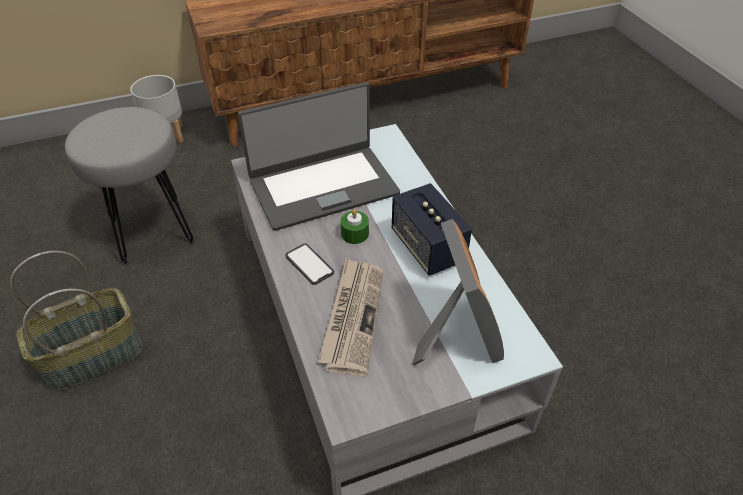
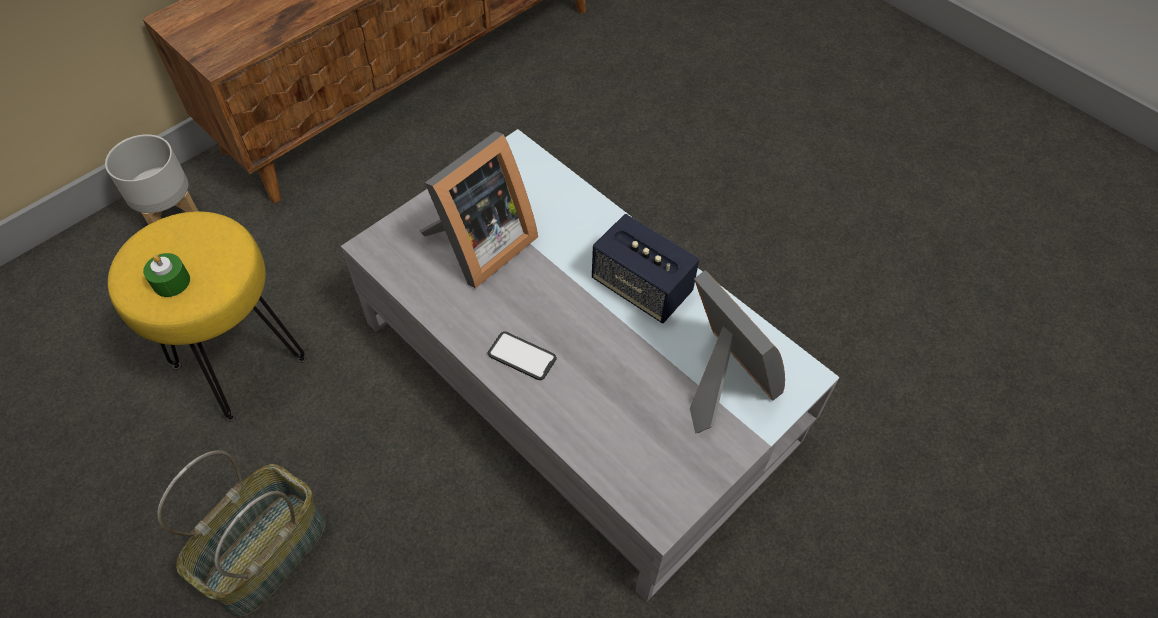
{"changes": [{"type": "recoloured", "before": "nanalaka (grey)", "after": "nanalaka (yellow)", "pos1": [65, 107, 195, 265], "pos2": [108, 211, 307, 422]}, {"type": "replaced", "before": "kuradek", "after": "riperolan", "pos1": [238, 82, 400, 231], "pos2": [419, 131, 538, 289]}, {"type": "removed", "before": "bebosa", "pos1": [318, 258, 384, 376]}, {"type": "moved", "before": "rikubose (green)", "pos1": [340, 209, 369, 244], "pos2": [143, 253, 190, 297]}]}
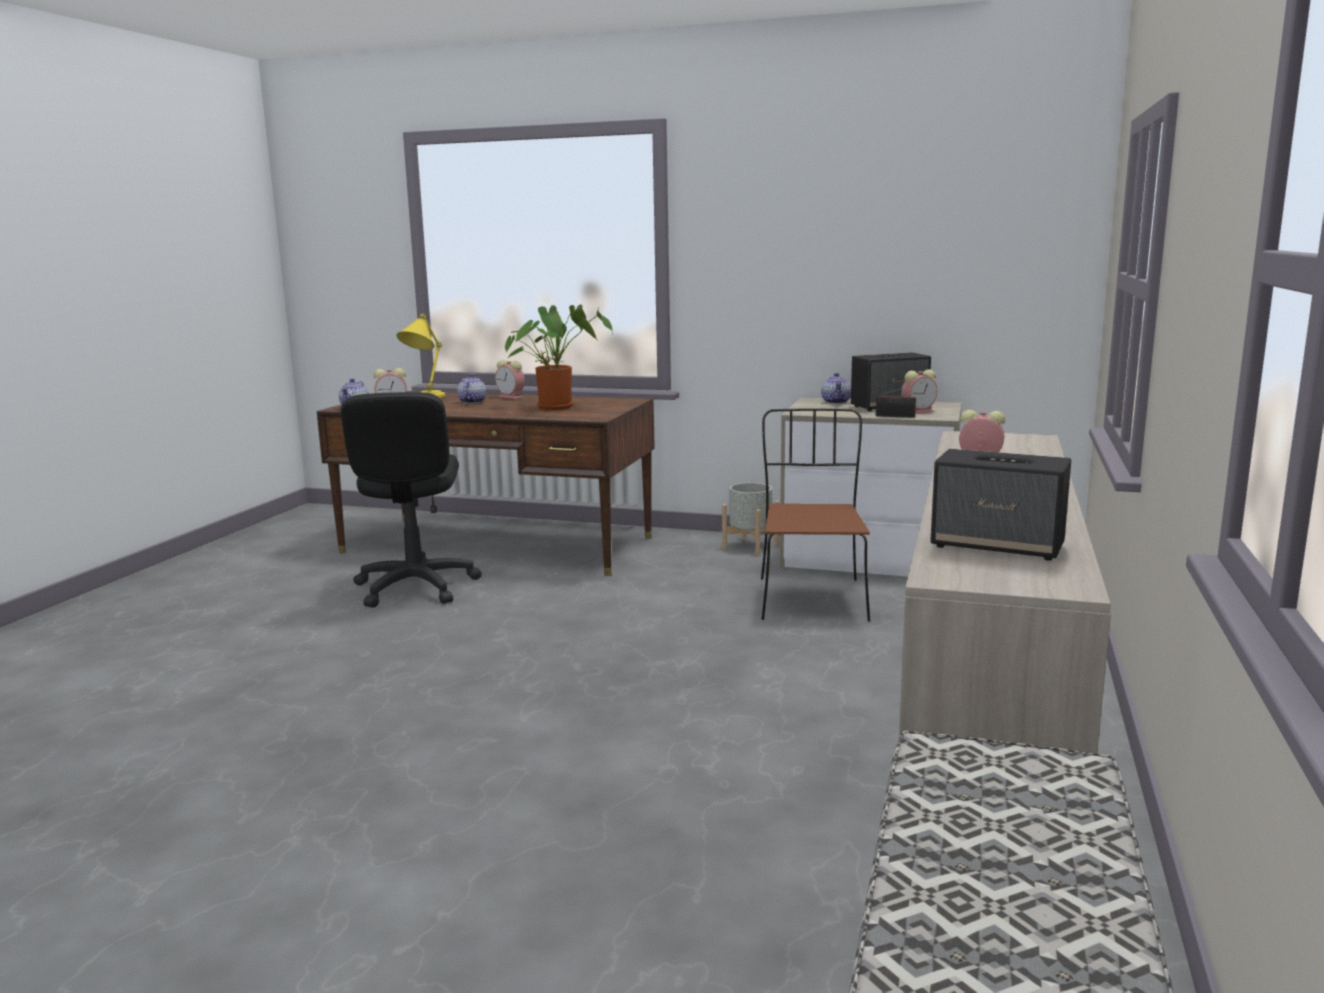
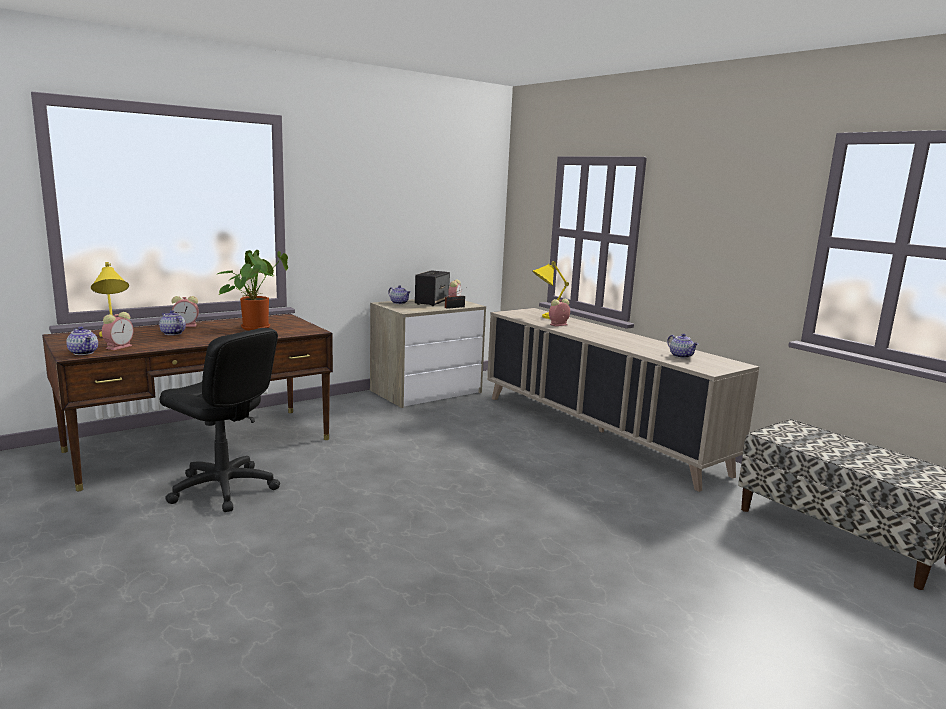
{"changes": [{"type": "removed", "before": "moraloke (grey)", "pos1": [722, 483, 779, 555]}, {"type": "removed", "before": "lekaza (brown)", "pos1": [761, 408, 870, 621]}, {"type": "replaced", "before": "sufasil", "after": "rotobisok", "pos1": [930, 449, 1071, 561], "pos2": [667, 334, 698, 358]}, {"type": "added", "after": "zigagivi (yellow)", "pos2": [532, 261, 569, 319]}]}
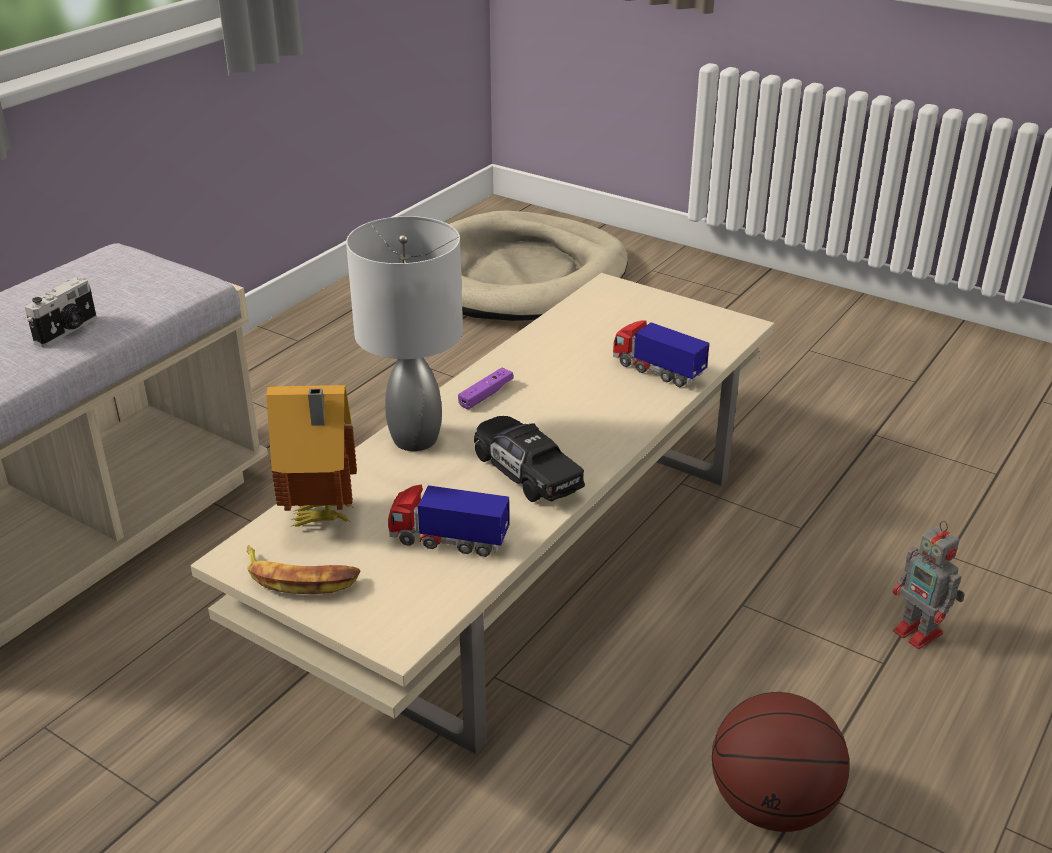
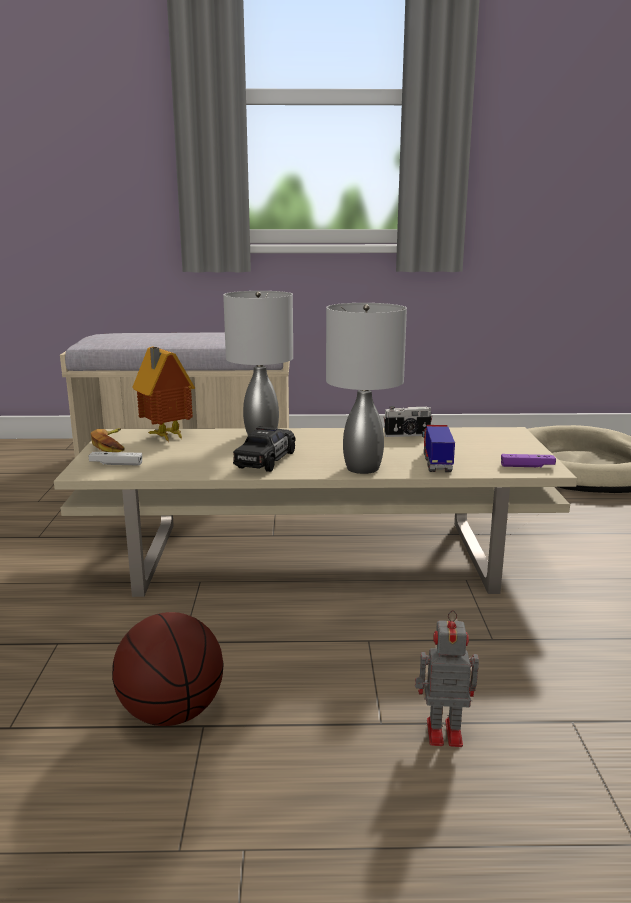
{"changes": [{"type": "moved", "before": "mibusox", "pos1": [25, 277, 97, 347], "pos2": [383, 406, 433, 437]}, {"type": "removed", "before": "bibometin", "pos1": [388, 484, 510, 557]}, {"type": "moved", "before": "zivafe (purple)", "pos1": [458, 368, 513, 409], "pos2": [501, 454, 556, 467]}, {"type": "turned", "before": "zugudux", "pos1": [893, 521, 965, 649], "pos2": [415, 610, 479, 747], "turn": 75}, {"type": "added", "after": "zivafe (white)", "pos2": [89, 452, 142, 466]}, {"type": "added", "after": "zigagivi (grey)", "pos2": [326, 303, 407, 474]}]}
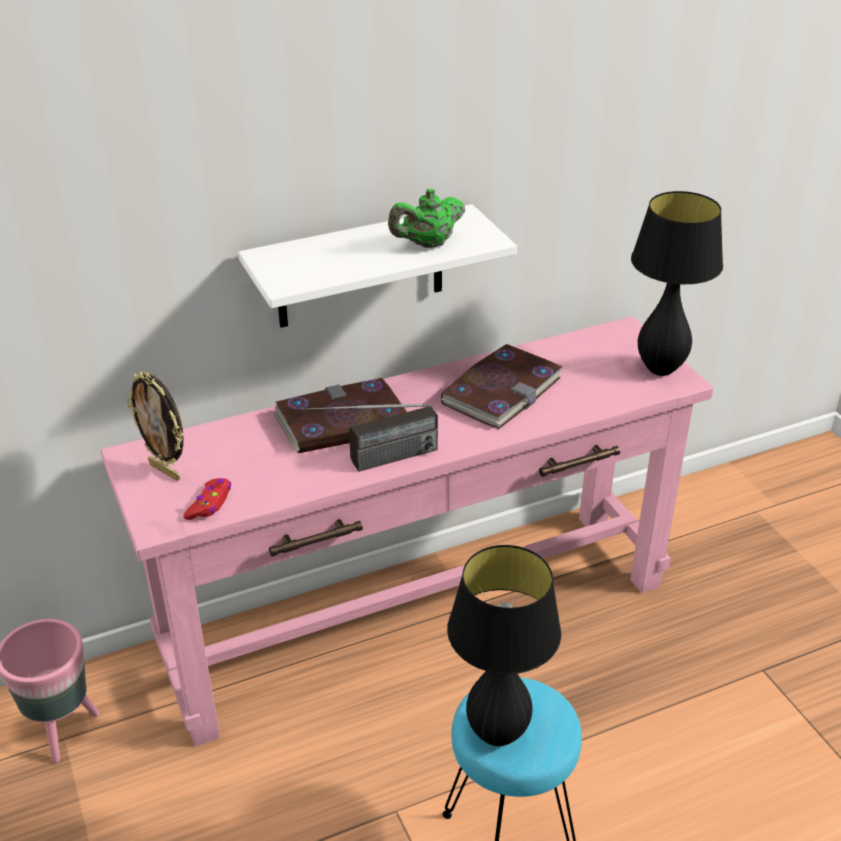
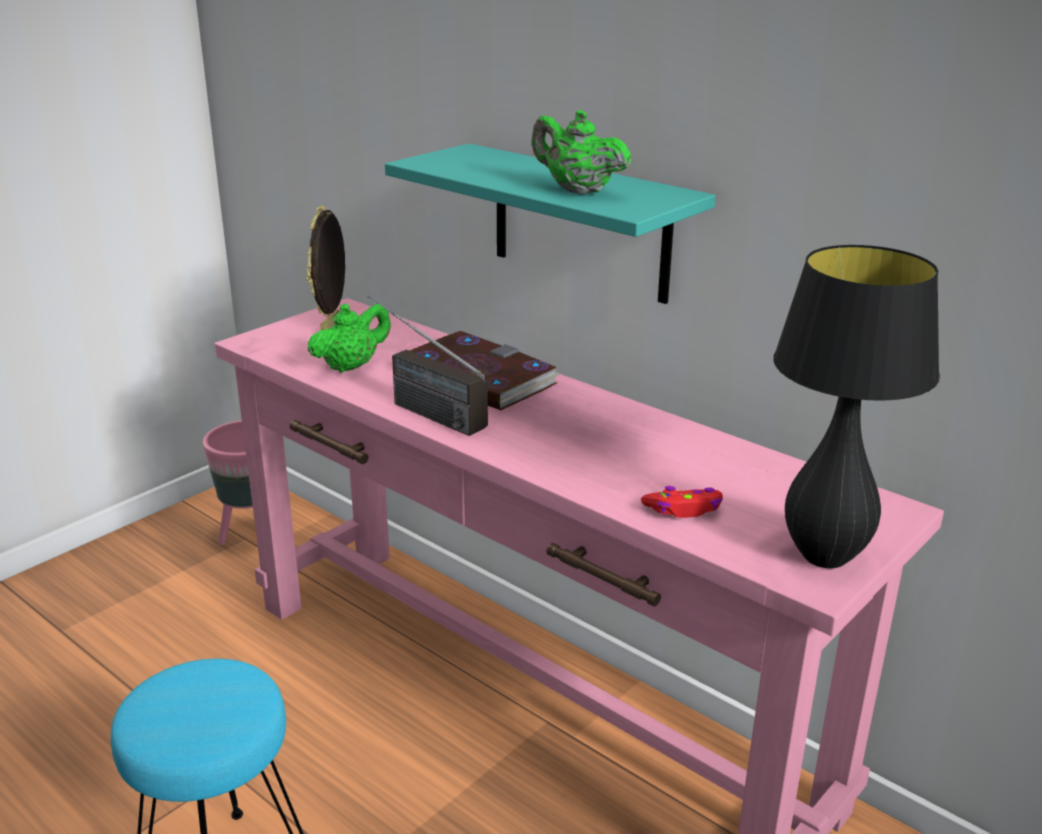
{"changes": [{"type": "moved", "before": "zivafe (red)", "pos1": [183, 478, 231, 520], "pos2": [641, 486, 723, 518]}, {"type": "recoloured", "before": "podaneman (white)", "after": "podaneman (turquoise)", "pos1": [238, 204, 517, 328], "pos2": [385, 143, 716, 304]}, {"type": "removed", "before": "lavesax", "pos1": [441, 344, 563, 429]}, {"type": "removed", "before": "zigagivi (black)", "pos1": [447, 545, 561, 746]}, {"type": "added", "after": "rotobisok (green)", "pos2": [308, 303, 391, 372]}]}
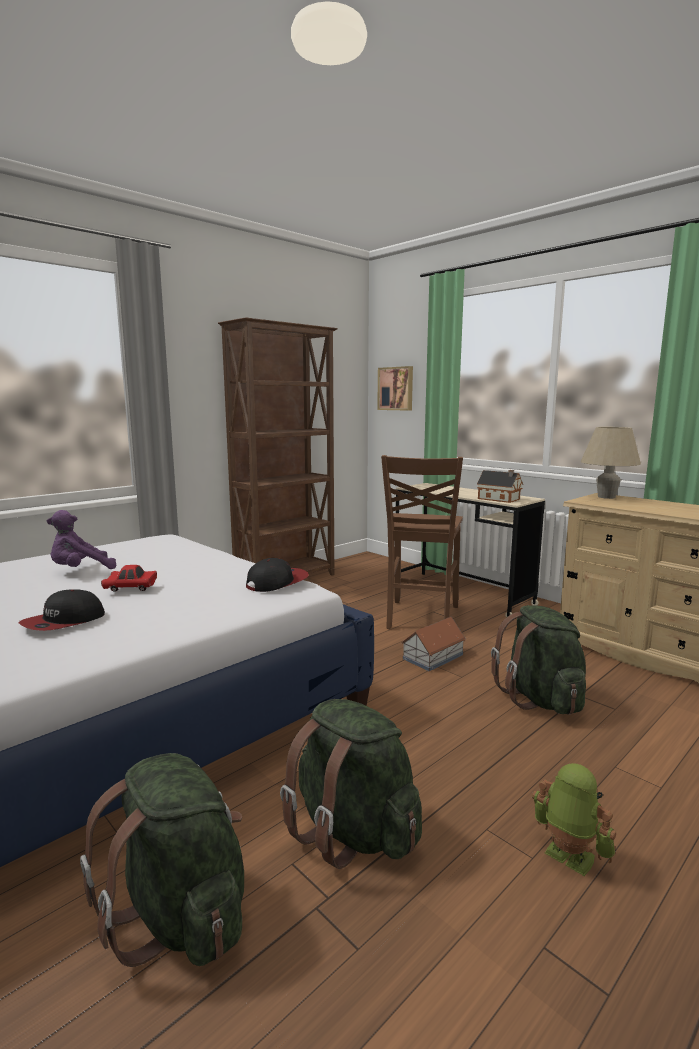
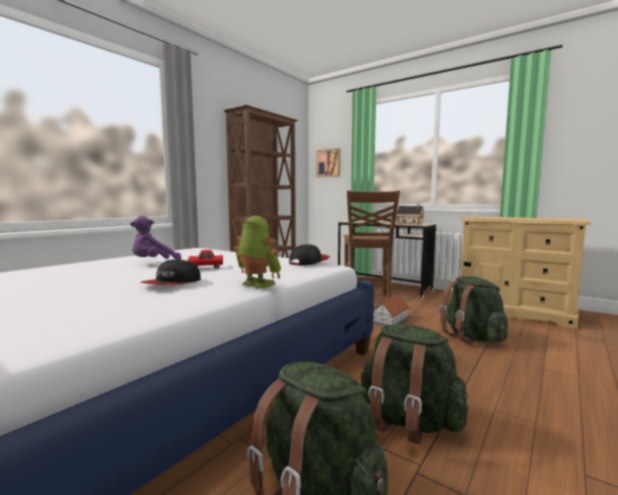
{"changes": [{"type": "moved", "before": "zugudux", "pos1": [532, 763, 616, 876], "pos2": [234, 216, 281, 289]}, {"type": "removed", "before": "zigagivi (beige)", "pos1": [581, 427, 641, 499]}]}
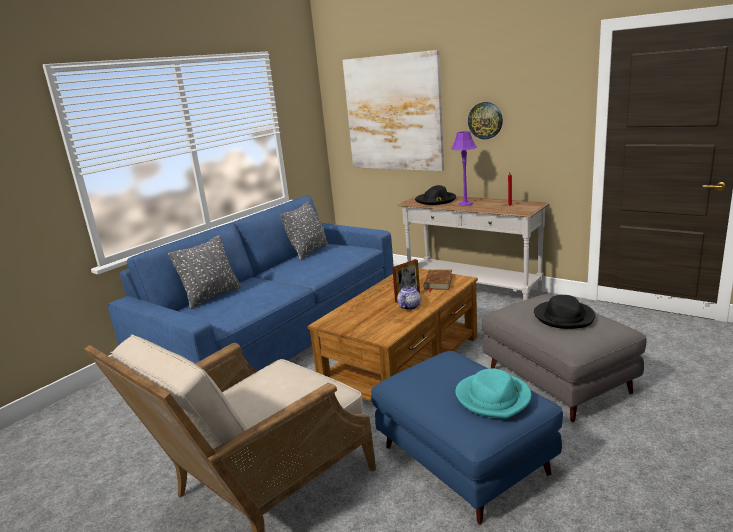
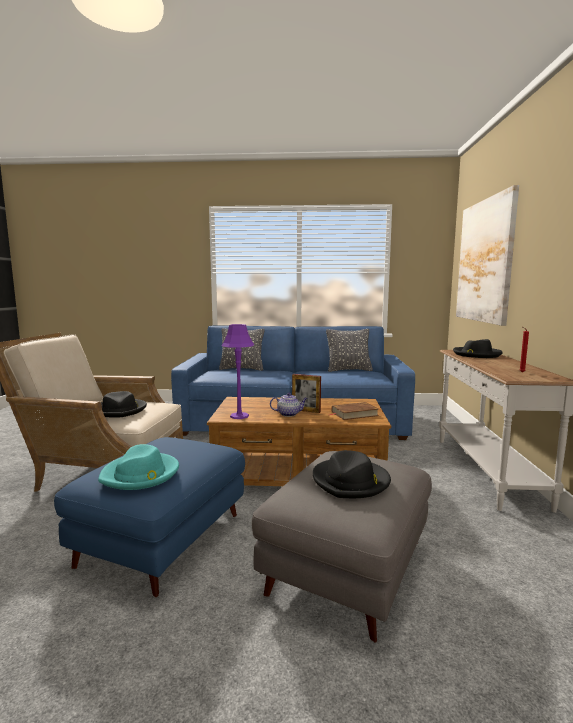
{"changes": [{"type": "moved", "before": "zigagivi (purple)", "pos1": [451, 131, 477, 206], "pos2": [221, 324, 255, 419]}, {"type": "removed", "before": "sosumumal", "pos1": [468, 102, 503, 139]}, {"type": "added", "after": "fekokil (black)", "pos2": [101, 391, 147, 417]}]}
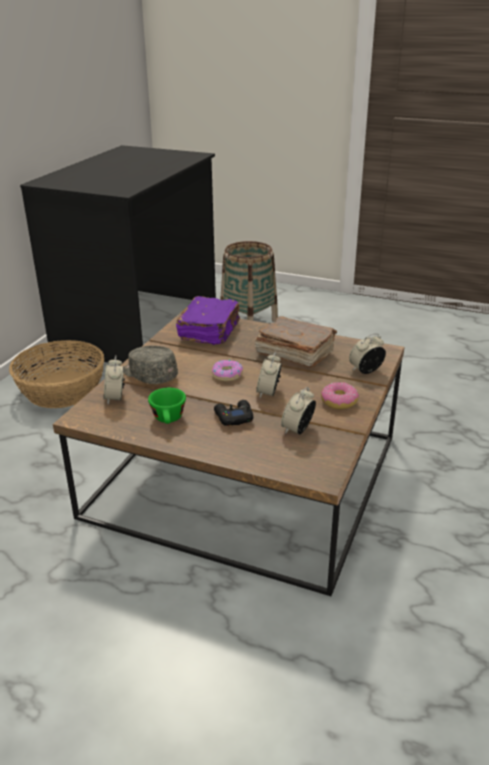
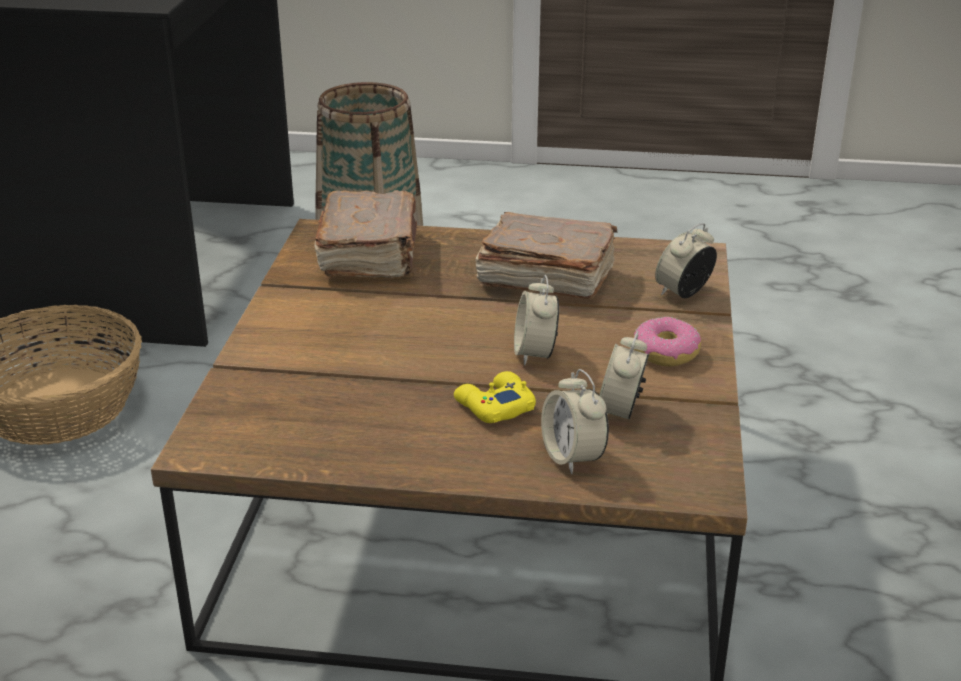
{"changes": [{"type": "moved", "before": "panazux", "pos1": [103, 355, 125, 405], "pos2": [541, 369, 609, 474]}, {"type": "removed", "before": "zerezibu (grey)", "pos1": [124, 346, 178, 384]}, {"type": "removed", "before": "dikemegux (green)", "pos1": [148, 388, 186, 424]}, {"type": "recoloured", "before": "lavesax (purple)", "after": "lavesax (brown)", "pos1": [176, 296, 240, 345], "pos2": [315, 190, 417, 279]}, {"type": "removed", "before": "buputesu", "pos1": [212, 360, 243, 382]}, {"type": "recoloured", "before": "zivafe (black)", "after": "zivafe (yellow)", "pos1": [214, 400, 253, 426], "pos2": [454, 371, 536, 423]}]}
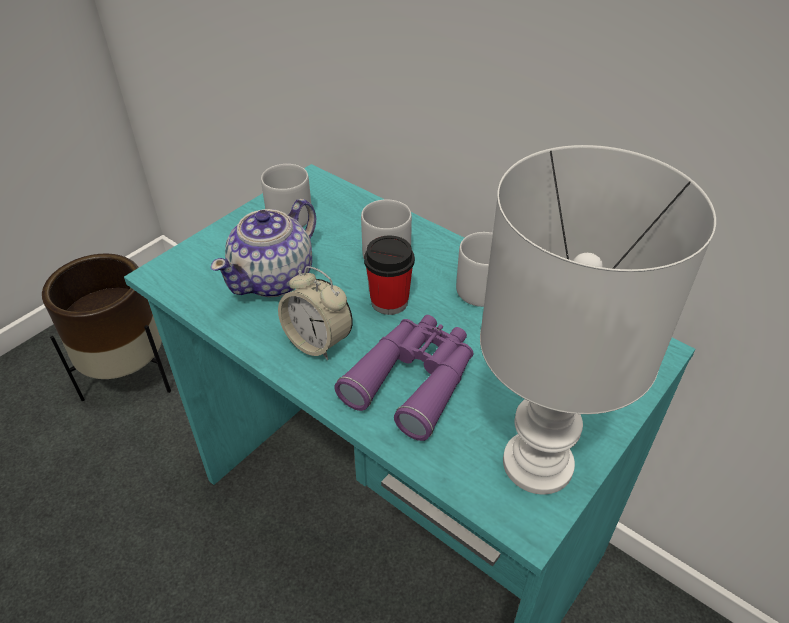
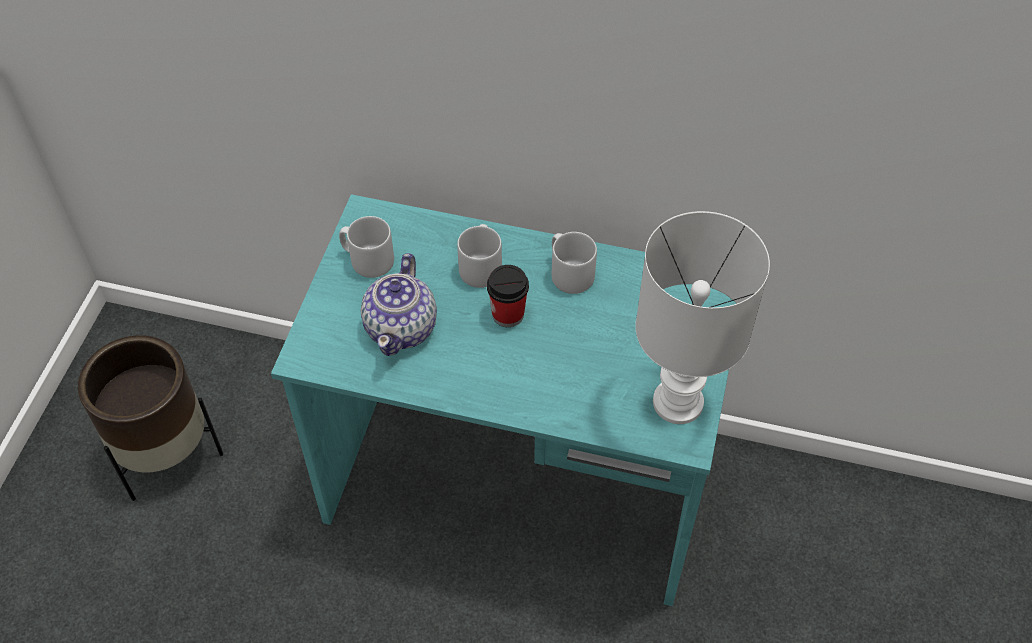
{"changes": [{"type": "removed", "before": "panazux", "pos1": [278, 266, 353, 360]}, {"type": "removed", "before": "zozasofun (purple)", "pos1": [334, 315, 473, 441]}]}
